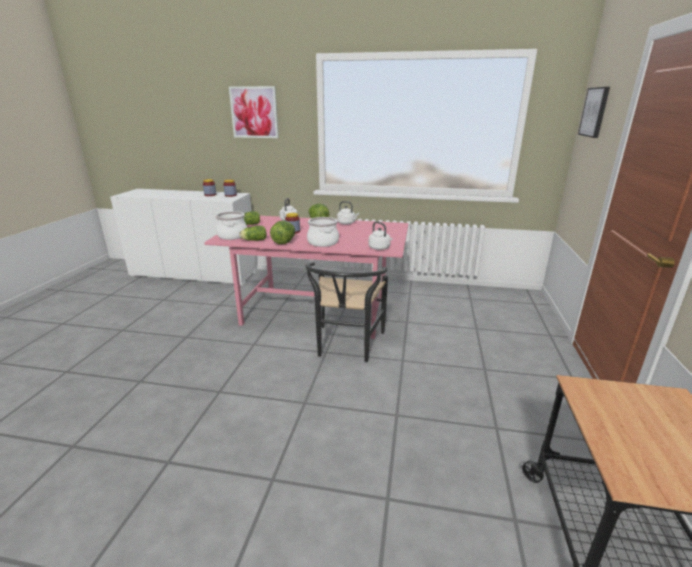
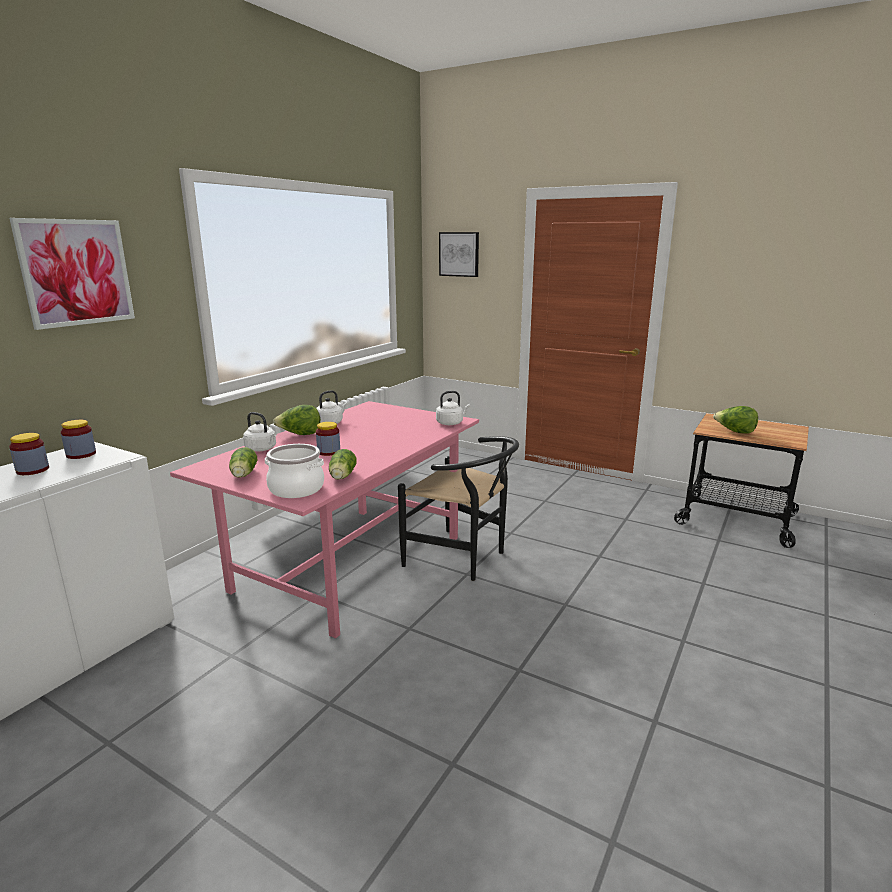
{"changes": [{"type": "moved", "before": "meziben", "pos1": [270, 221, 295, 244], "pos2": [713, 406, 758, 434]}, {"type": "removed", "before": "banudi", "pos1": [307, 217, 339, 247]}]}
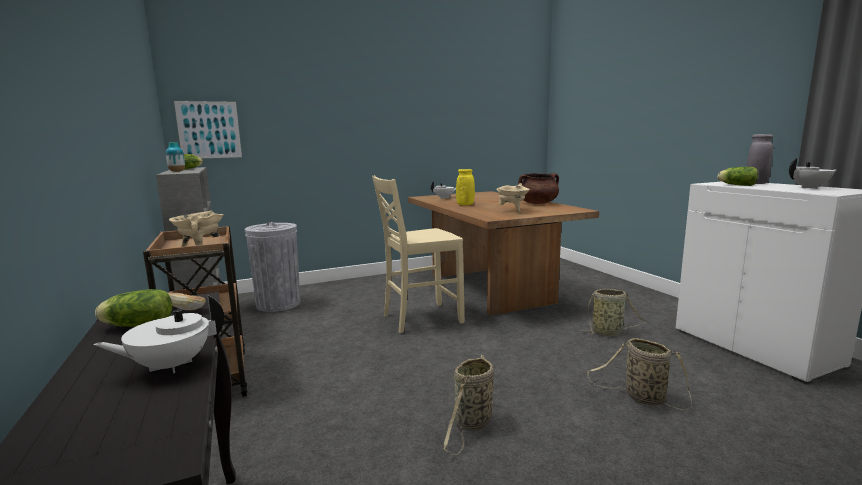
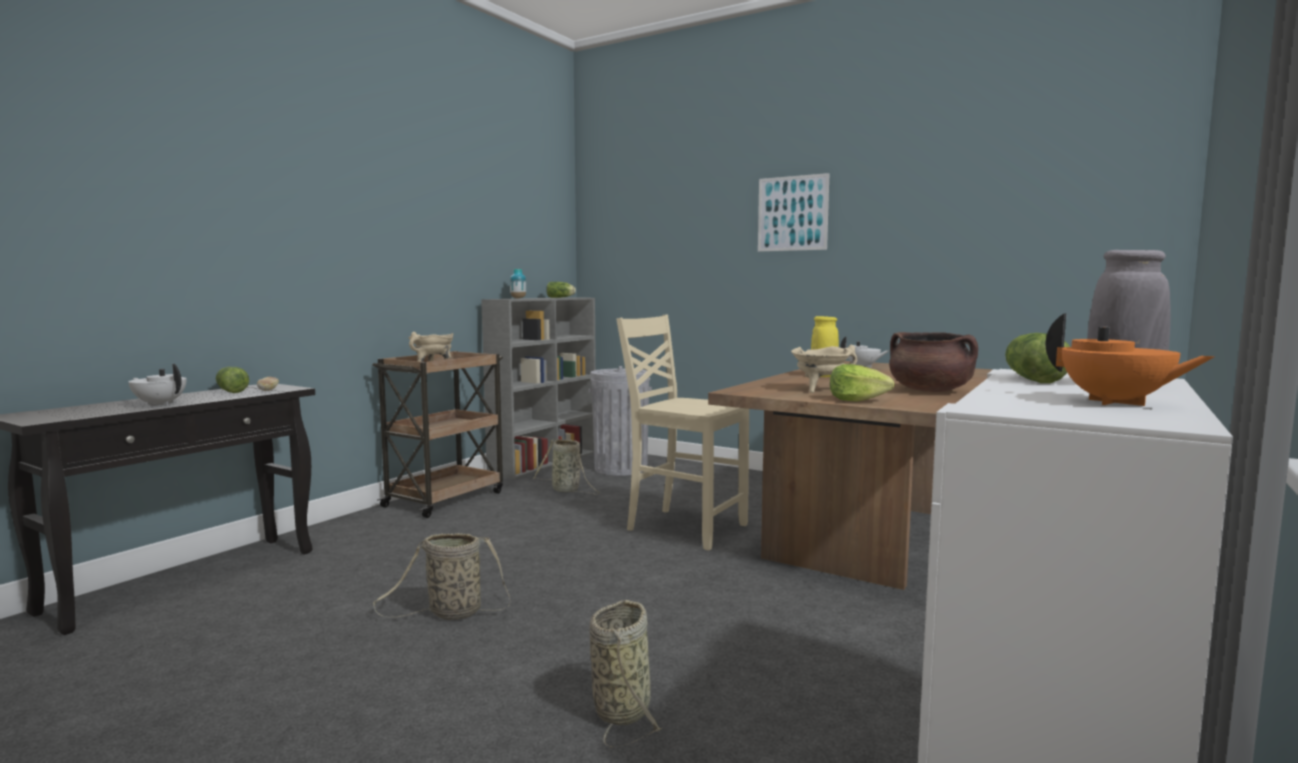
{"changes": [{"type": "moved", "before": "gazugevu", "pos1": [174, 101, 242, 158], "pos2": [758, 173, 830, 252]}, {"type": "moved", "before": "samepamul", "pos1": [580, 289, 647, 336], "pos2": [533, 439, 599, 495]}, {"type": "recoloured", "before": "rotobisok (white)", "after": "rotobisok (orange)", "pos1": [789, 158, 838, 189], "pos2": [1046, 313, 1214, 406]}, {"type": "added", "after": "meziben", "pos2": [830, 364, 895, 402]}]}
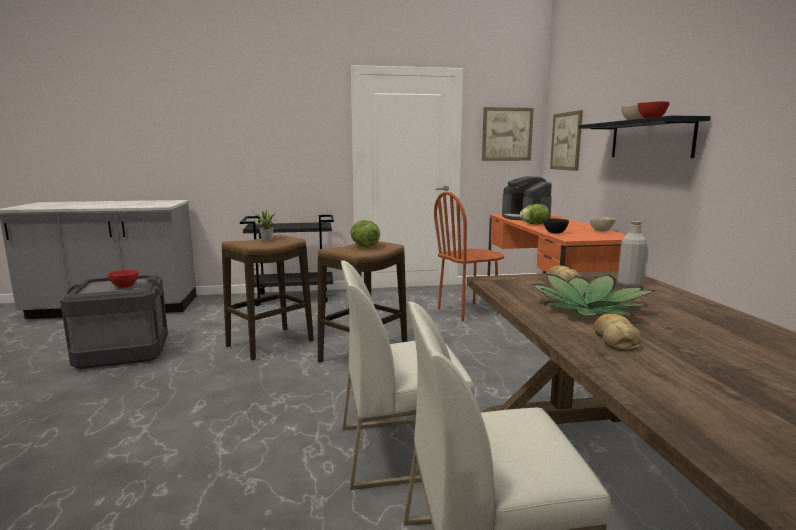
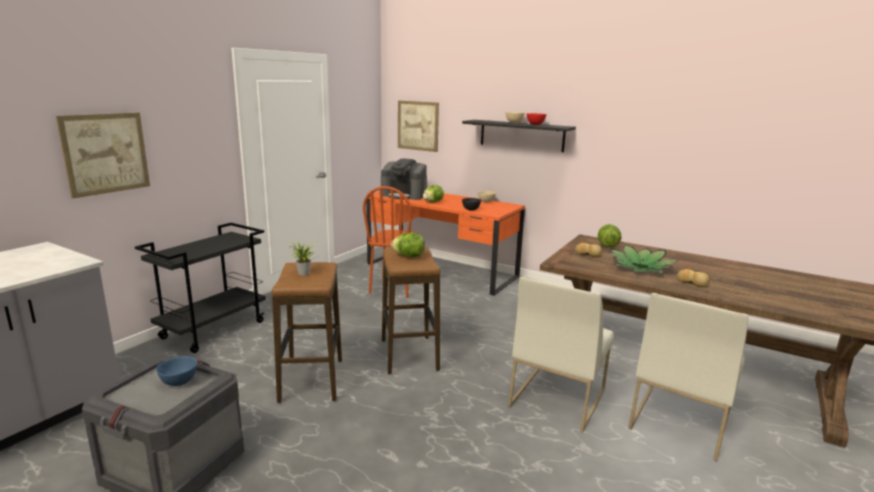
{"changes": [{"type": "recoloured", "before": "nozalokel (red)", "after": "nozalokel (blue)", "pos1": [108, 270, 139, 288], "pos2": [156, 356, 197, 386]}, {"type": "moved", "before": "gazugevu", "pos1": [482, 107, 534, 161], "pos2": [56, 113, 150, 198]}, {"type": "replaced", "before": "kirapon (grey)", "after": "meziben", "pos1": [618, 221, 647, 287], "pos2": [598, 224, 621, 247]}]}
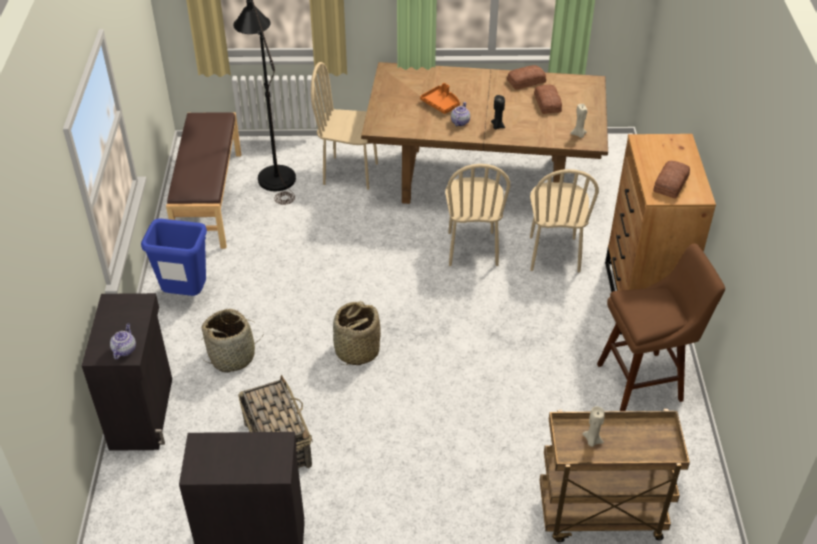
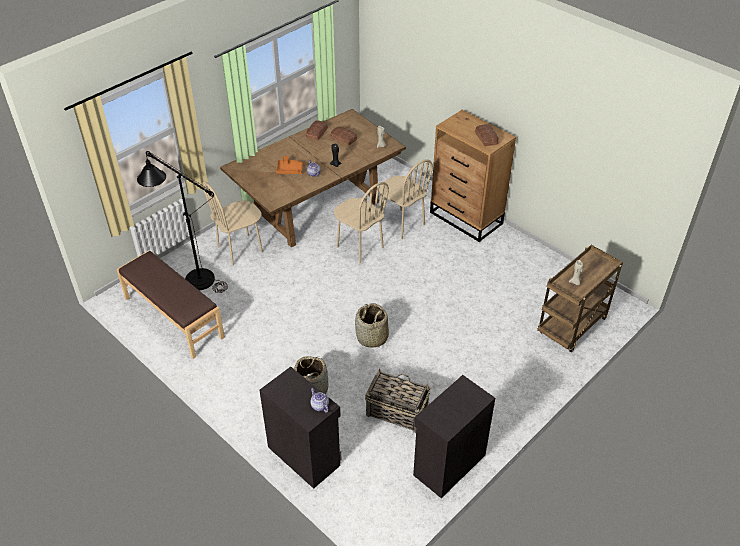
{"changes": [{"type": "removed", "before": "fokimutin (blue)", "pos1": [141, 218, 207, 296]}, {"type": "removed", "before": "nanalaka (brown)", "pos1": [597, 243, 725, 411]}]}
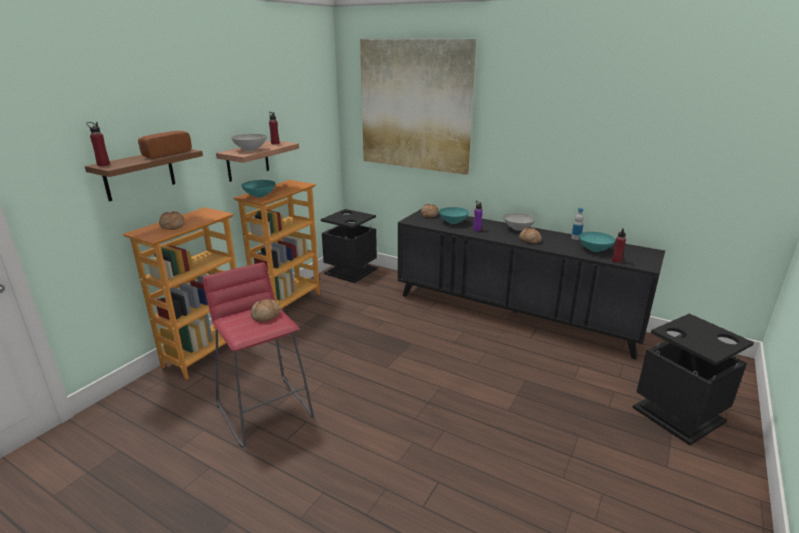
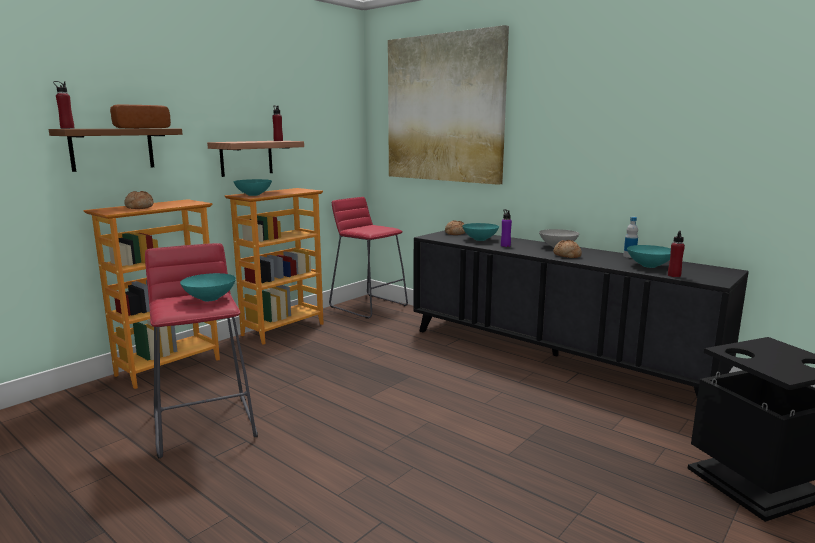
{"changes": [{"type": "removed", "before": "nozalokel (grey)", "pos1": [231, 134, 267, 151]}, {"type": "replaced", "before": "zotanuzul", "after": "nozalokel (turquoise)", "pos1": [251, 299, 280, 322], "pos2": [180, 273, 236, 301]}, {"type": "replaced", "before": "fokimutin (black)", "after": "nanalaka (red)", "pos1": [321, 209, 377, 283], "pos2": [329, 197, 408, 319]}]}
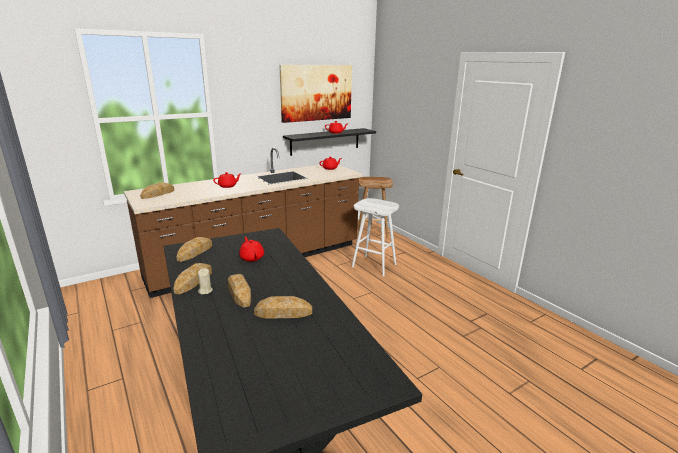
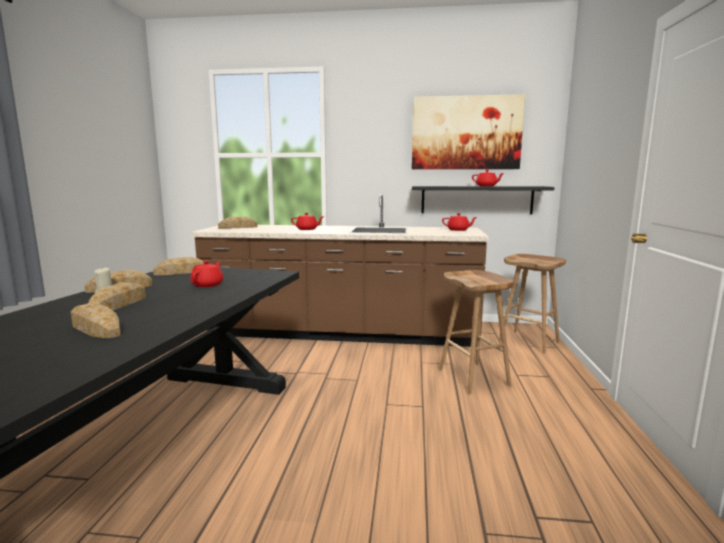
{"changes": [{"type": "recoloured", "before": "nanalaka (white)", "after": "nanalaka (brown)", "pos1": [352, 198, 399, 276], "pos2": [439, 270, 514, 394]}]}
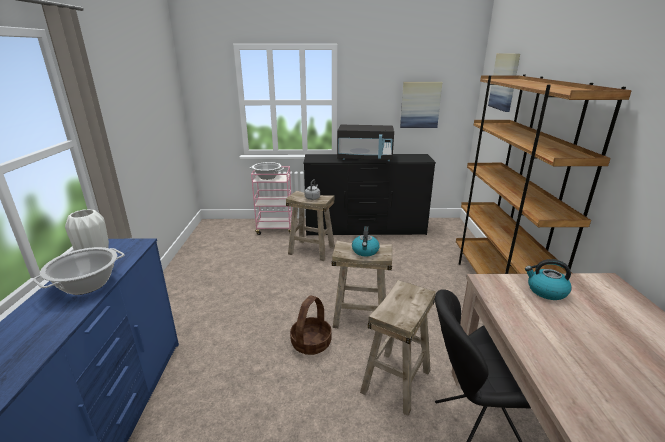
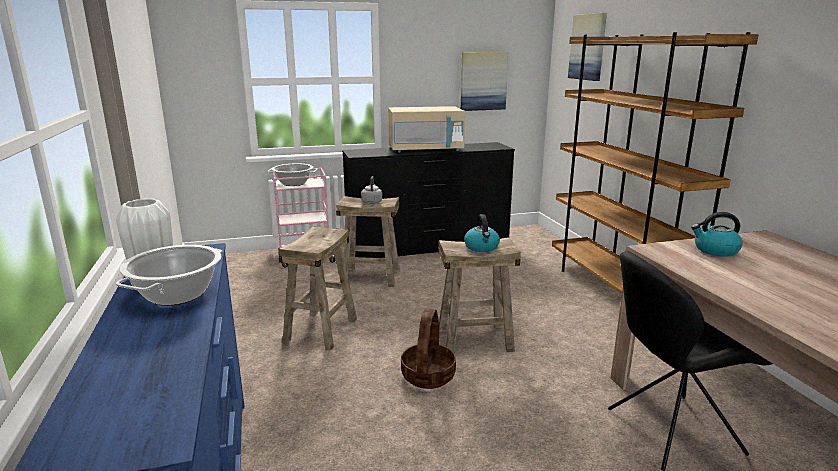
{"changes": [{"type": "recoloured", "before": "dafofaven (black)", "after": "dafofaven (beige)", "pos1": [337, 125, 394, 161], "pos2": [388, 106, 465, 153]}, {"type": "moved", "before": "nanalaka (beige)", "pos1": [360, 280, 436, 416], "pos2": [278, 226, 357, 351]}]}
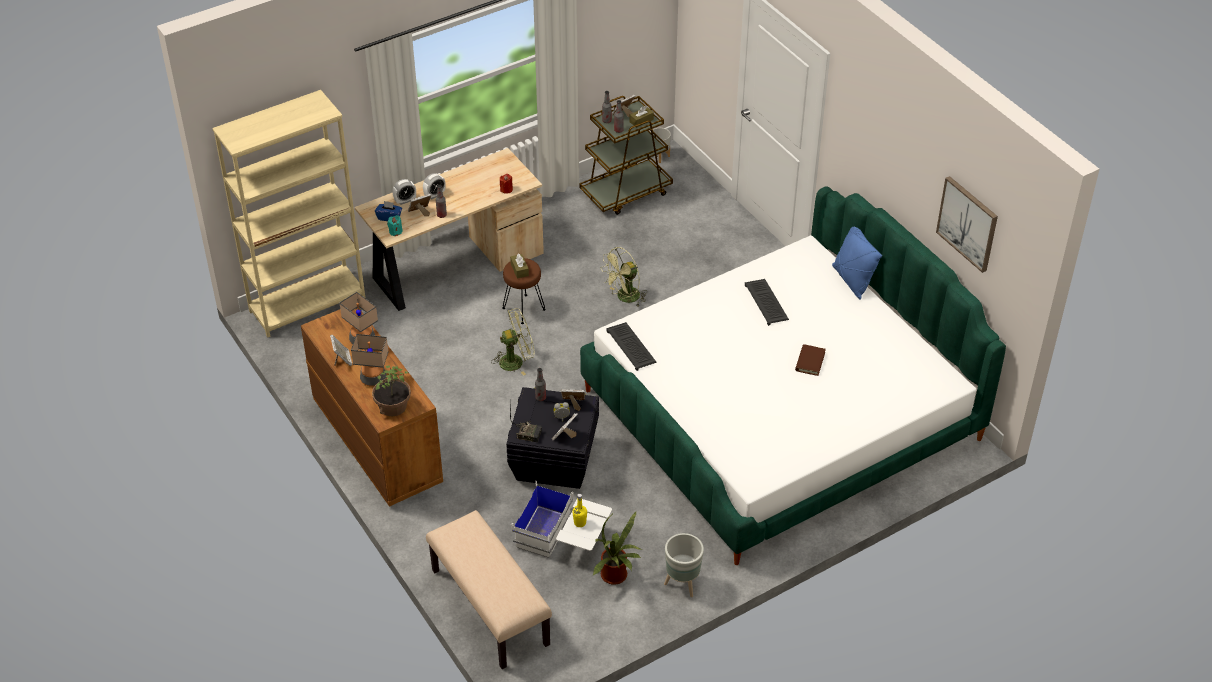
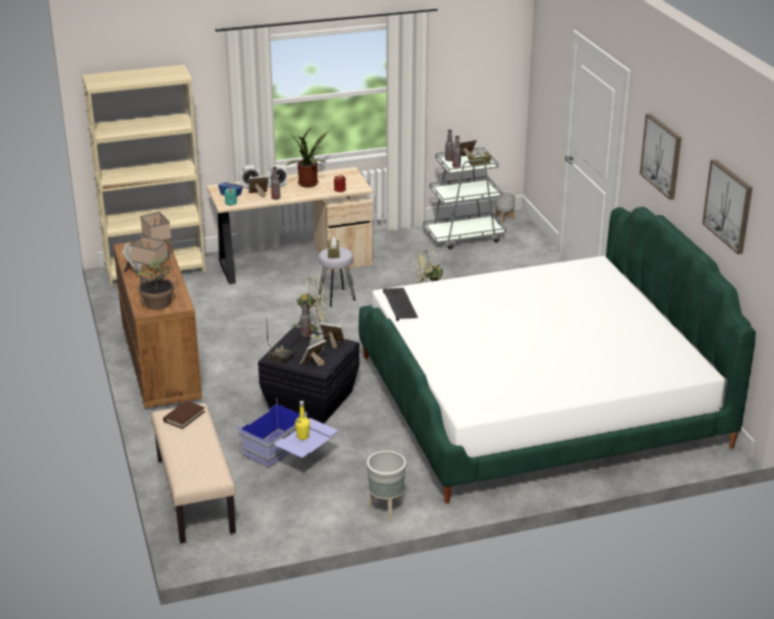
{"changes": [{"type": "recoloured", "before": "nanalaka (brown)", "after": "nanalaka (grey)", "pos1": [502, 258, 546, 324], "pos2": [319, 247, 356, 306]}, {"type": "recoloured", "before": "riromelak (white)", "after": "riromelak (blue)", "pos1": [511, 480, 612, 558], "pos2": [237, 398, 338, 468]}, {"type": "recoloured", "before": "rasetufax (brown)", "after": "rasetufax (grey)", "pos1": [579, 96, 673, 215], "pos2": [423, 144, 507, 249]}, {"type": "moved", "before": "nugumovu", "pos1": [593, 512, 642, 585], "pos2": [286, 127, 330, 187]}, {"type": "removed", "before": "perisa", "pos1": [745, 279, 789, 326]}, {"type": "moved", "before": "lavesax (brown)", "pos1": [795, 344, 826, 376], "pos2": [163, 400, 205, 429]}, {"type": "removed", "before": "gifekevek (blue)", "pos1": [832, 227, 882, 300]}, {"type": "added", "after": "gazugevu", "pos2": [640, 114, 681, 200]}]}
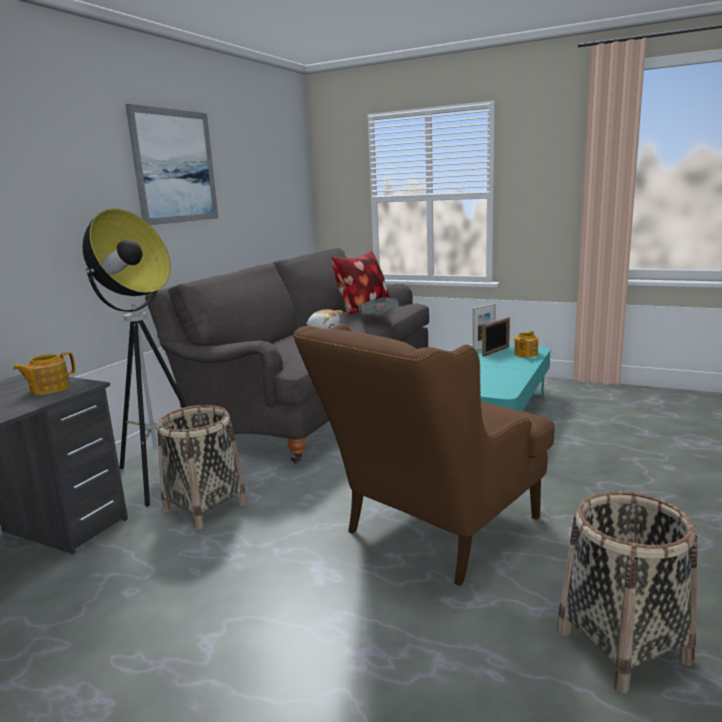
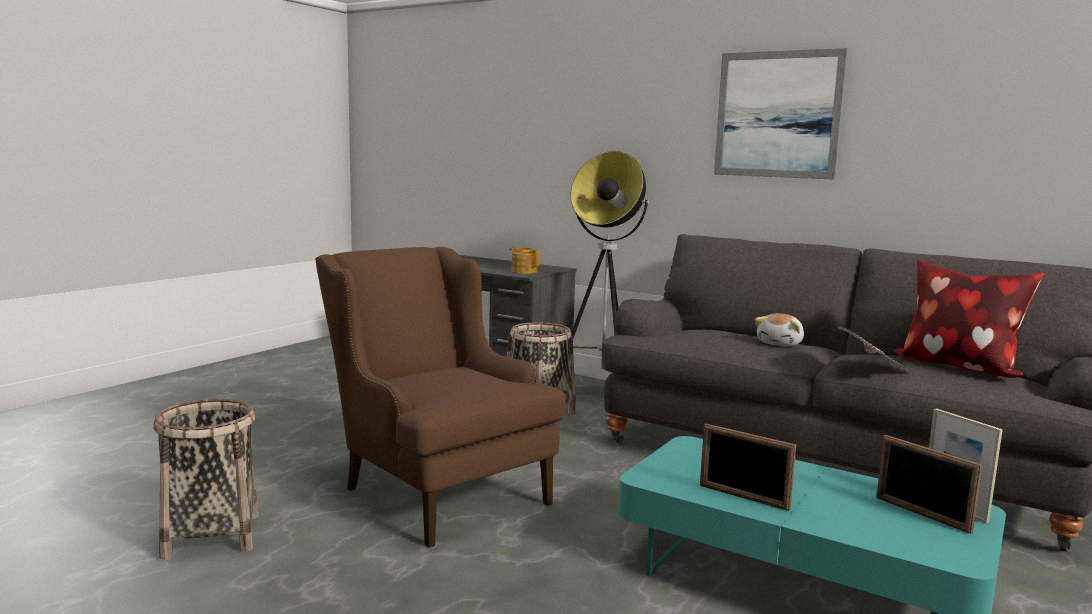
{"changes": [{"type": "removed", "before": "rotobisok", "pos1": [514, 331, 538, 357]}, {"type": "added", "after": "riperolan", "pos2": [700, 423, 796, 511]}]}
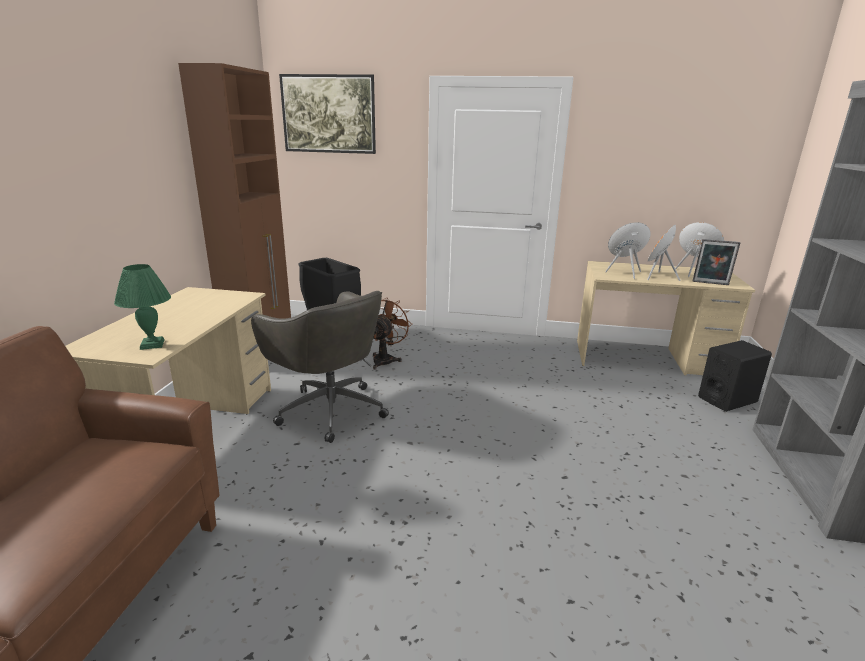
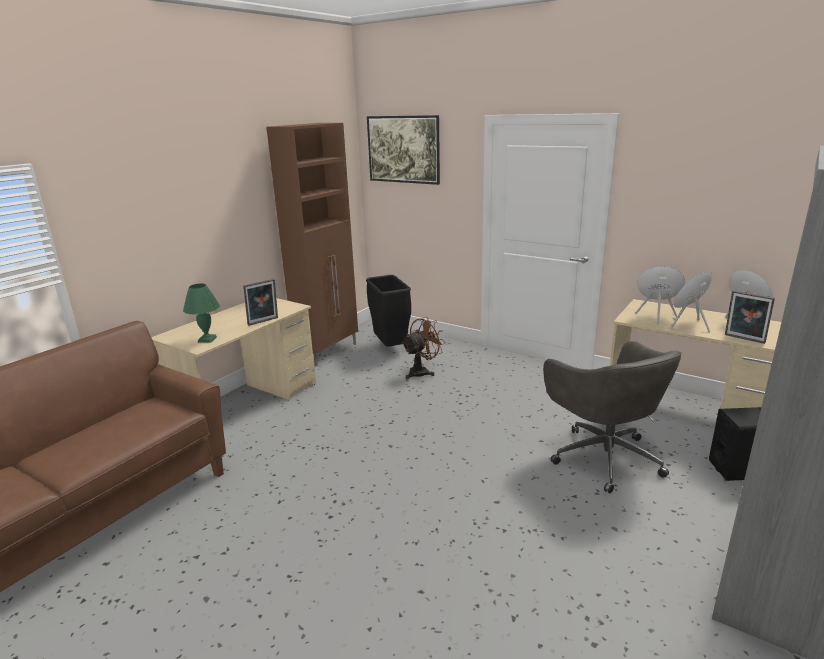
{"changes": [{"type": "moved", "before": "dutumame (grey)", "pos1": [251, 291, 389, 443], "pos2": [543, 341, 682, 494]}, {"type": "added", "after": "riperolan", "pos2": [243, 279, 278, 326]}]}
